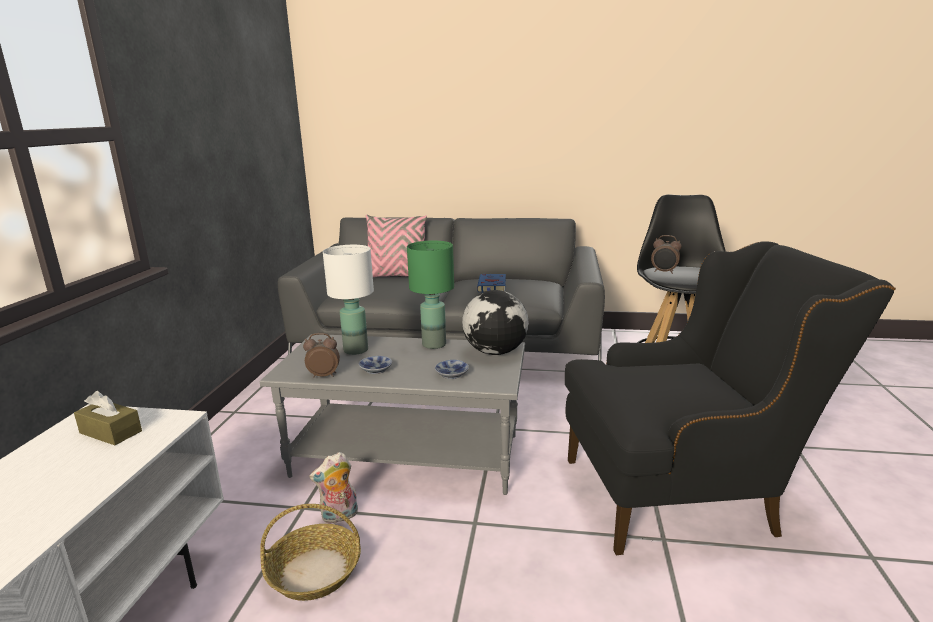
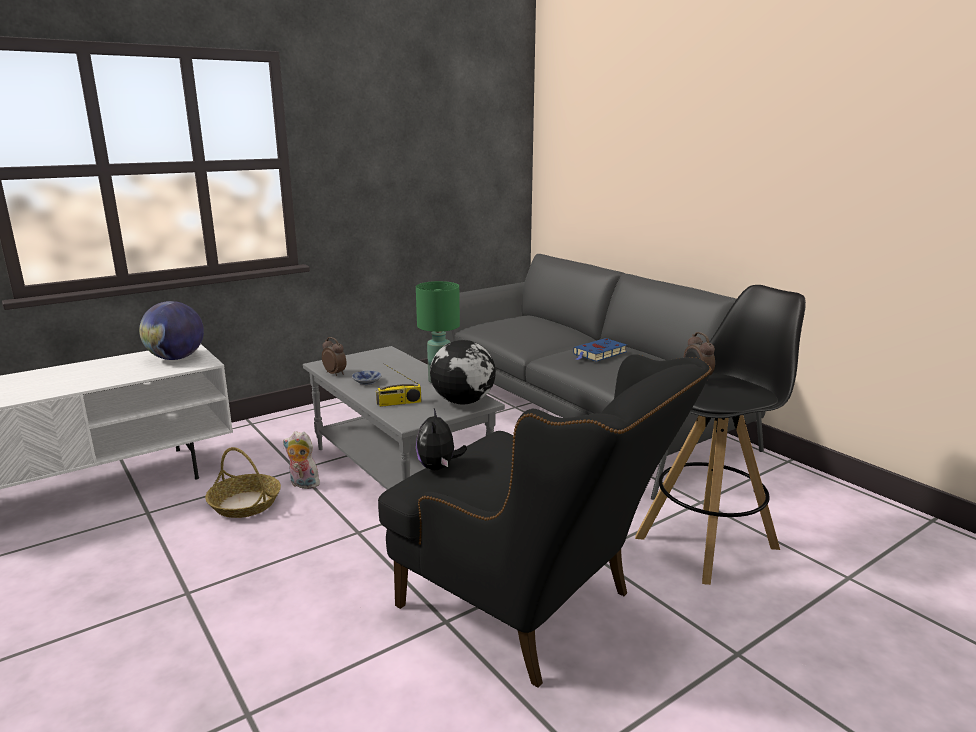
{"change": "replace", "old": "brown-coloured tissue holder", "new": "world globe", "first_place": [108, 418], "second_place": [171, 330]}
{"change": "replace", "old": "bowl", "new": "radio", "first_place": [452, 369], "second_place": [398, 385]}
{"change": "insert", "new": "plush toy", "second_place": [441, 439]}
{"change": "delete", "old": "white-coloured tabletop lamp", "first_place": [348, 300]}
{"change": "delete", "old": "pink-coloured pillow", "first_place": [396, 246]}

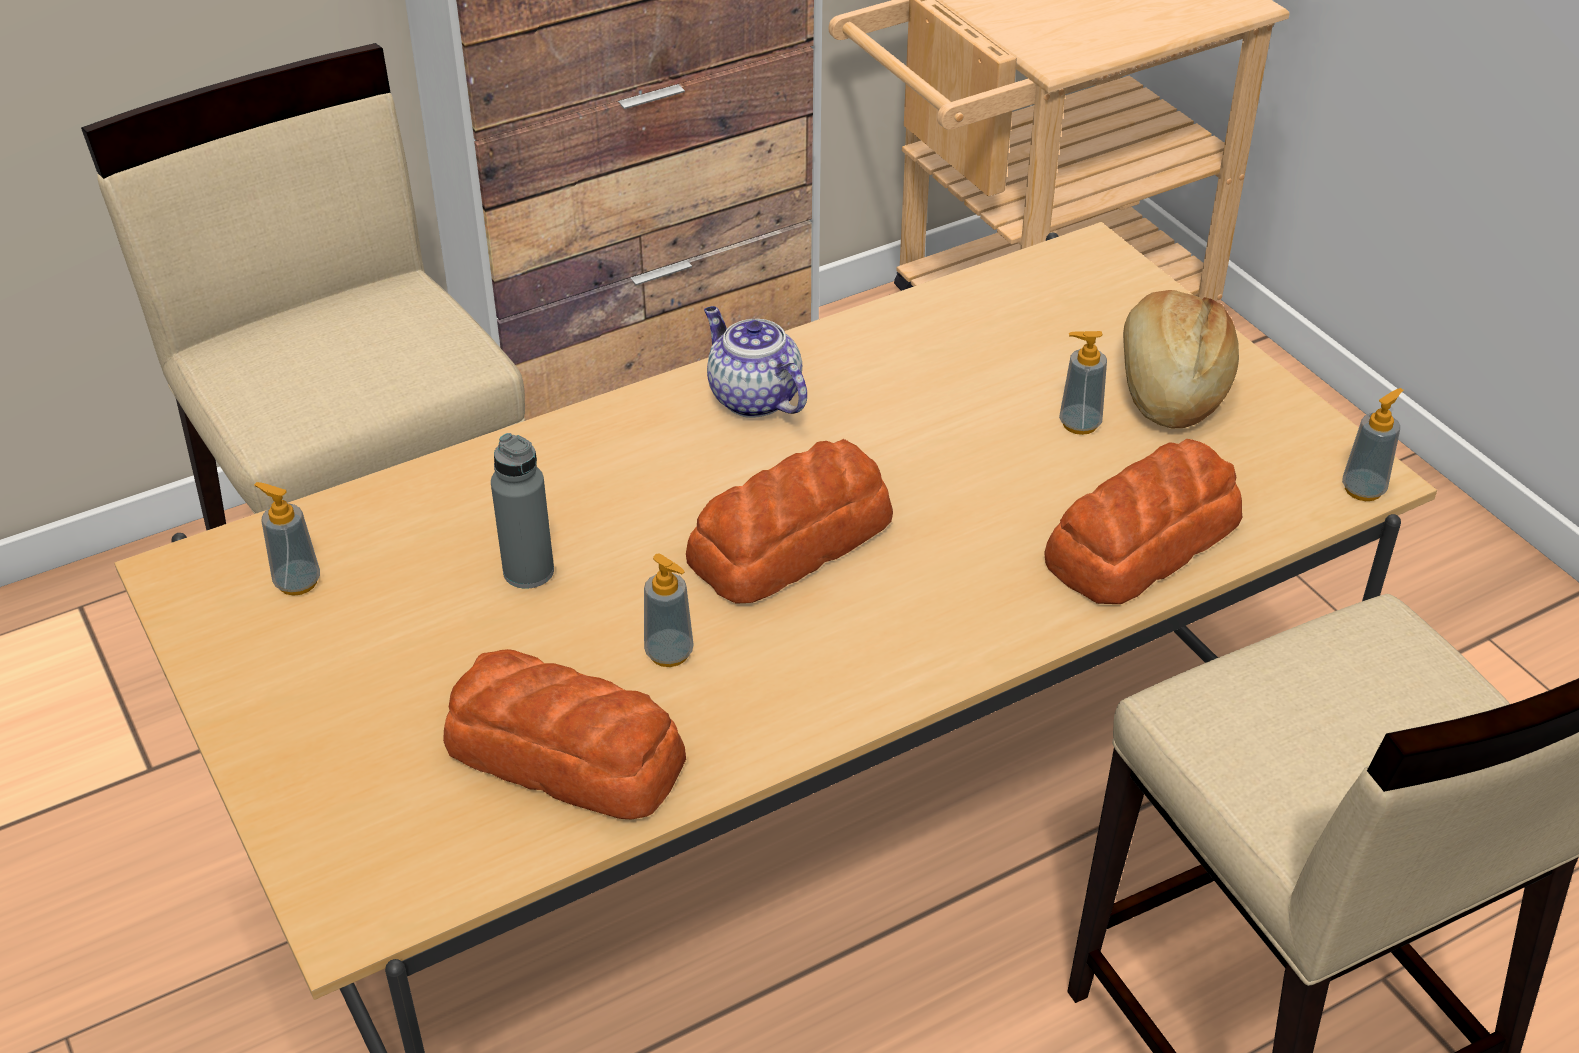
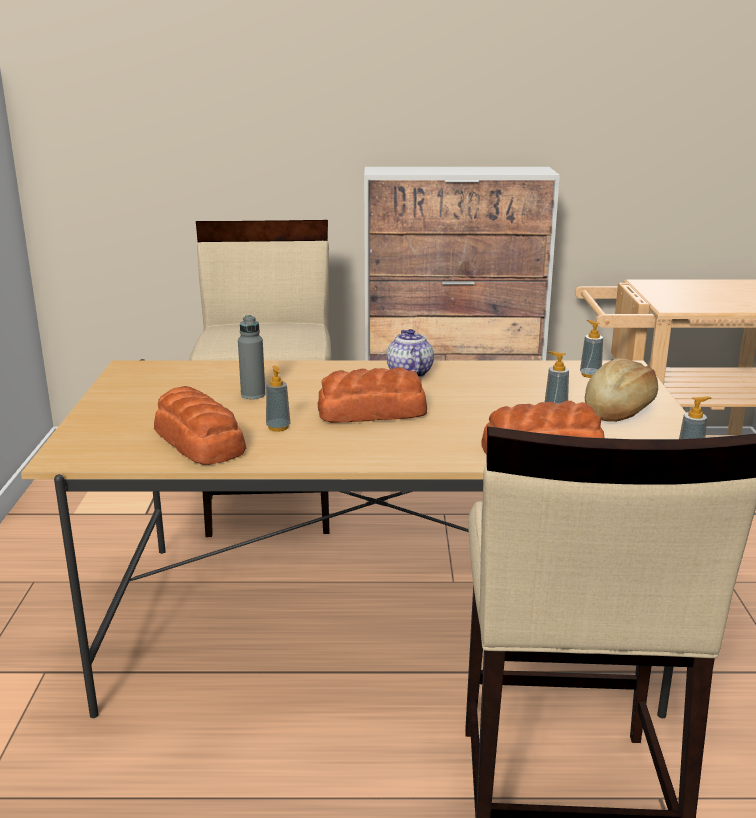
{"change": "move", "old": "soap bottle", "first_place": [287, 539], "second_place": [591, 349]}

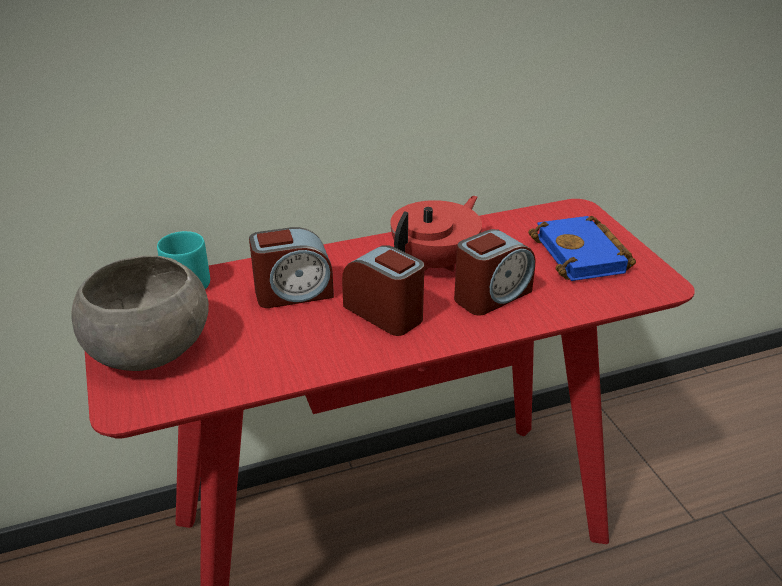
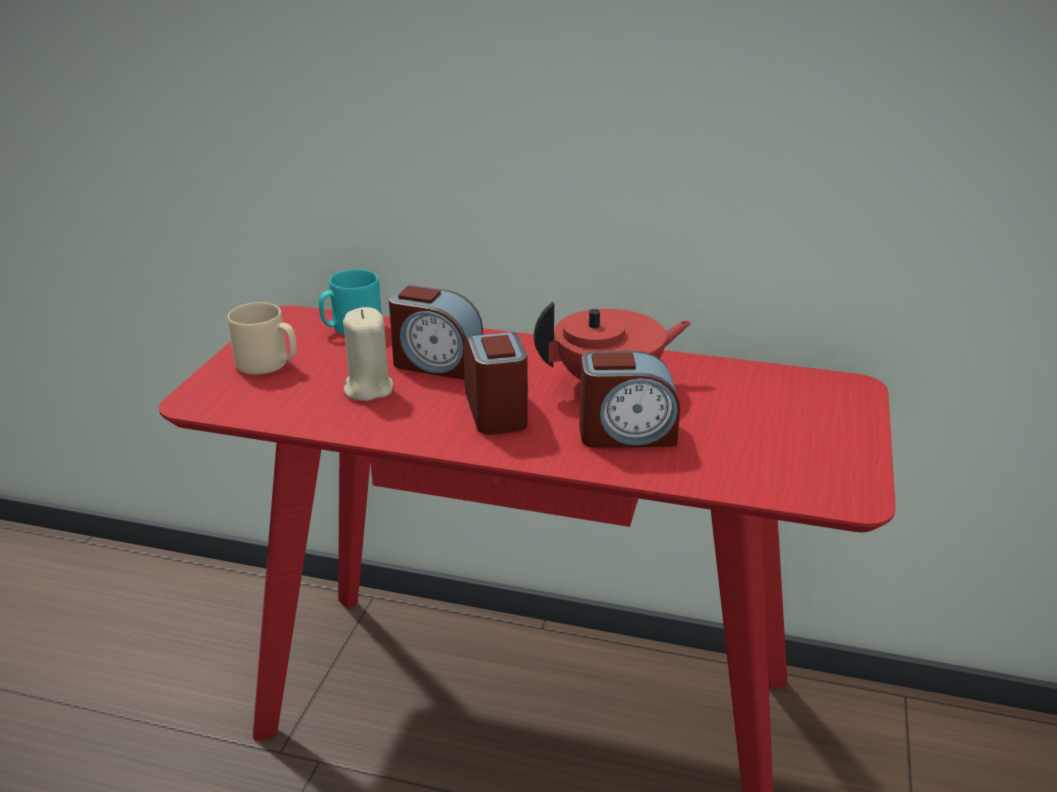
{"change": "replace", "old": "grey bowl", "new": "beige mug", "first_place": [140, 313], "second_place": [262, 338]}
{"change": "insert", "new": "beige wax candle", "second_place": [368, 354]}
{"change": "delete", "old": "bluish book", "first_place": [582, 248]}

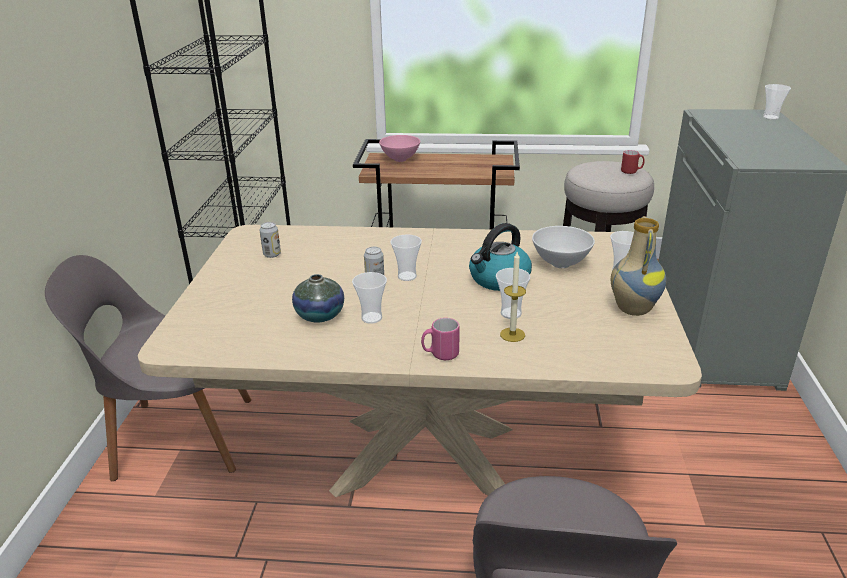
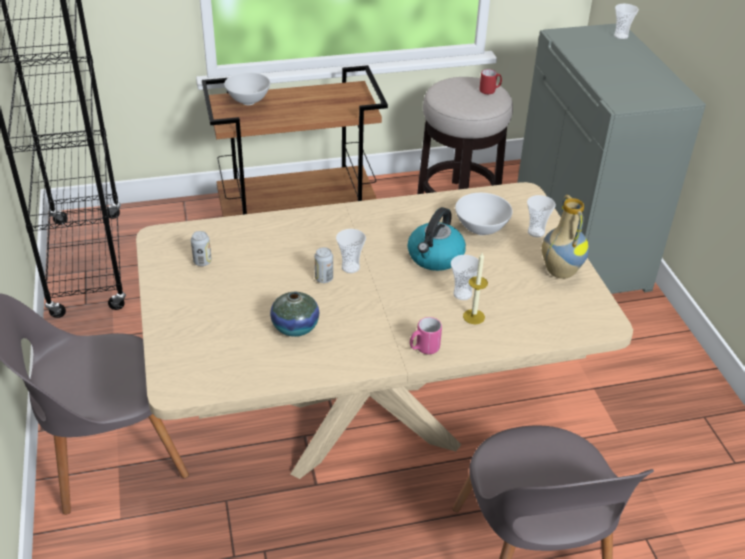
{"change": "recolor", "old": "pink-coloured bowl", "new": "white-coloured bowl", "first_place": [399, 148], "second_place": [247, 88]}
{"change": "delete", "old": "drinking cup", "first_place": [369, 298]}

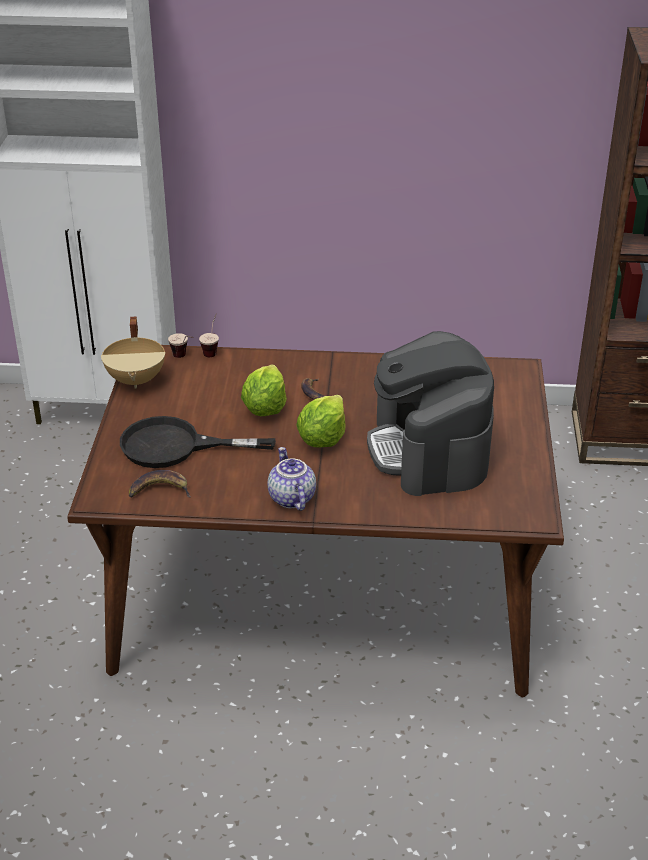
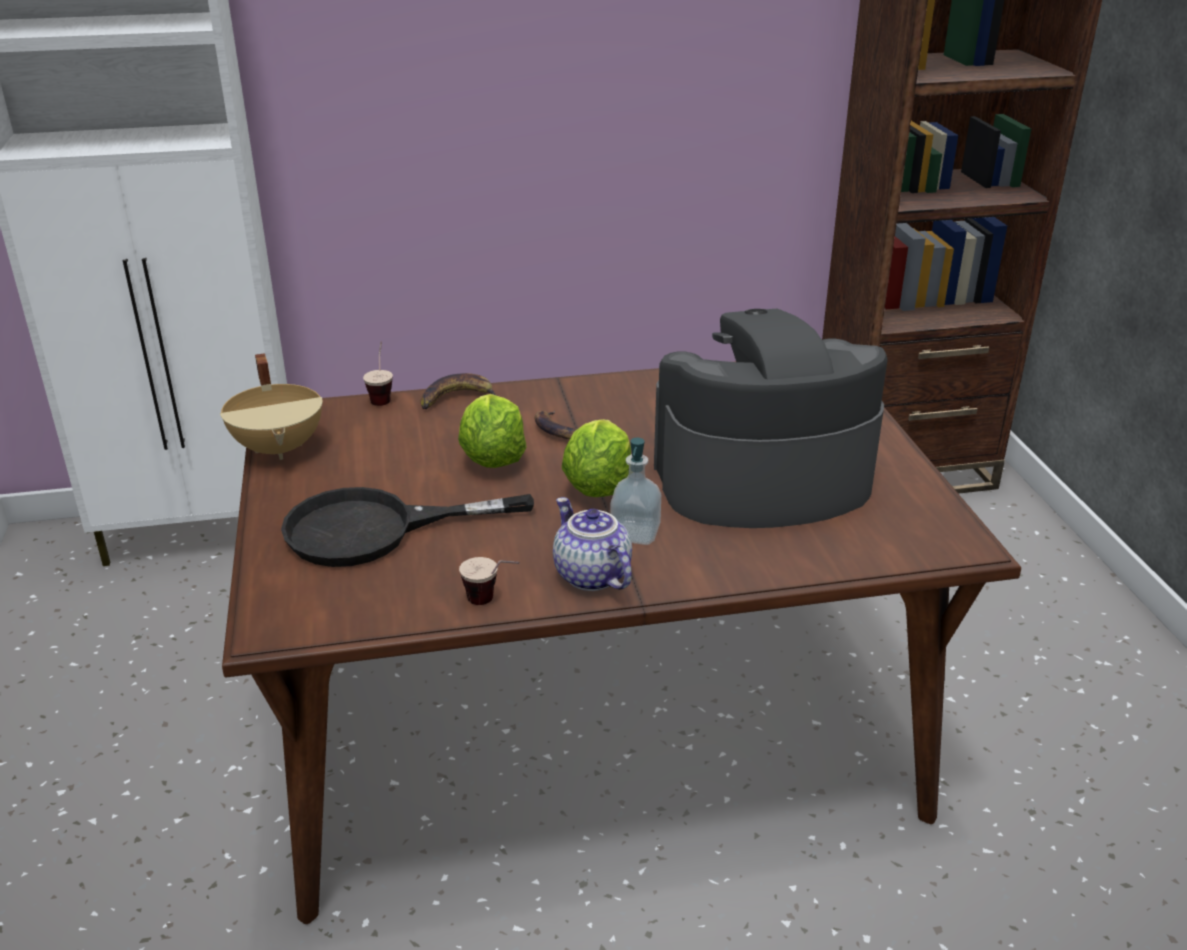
{"change": "move", "old": "banana fruit", "first_place": [160, 483], "second_place": [459, 391]}
{"change": "move", "old": "drinking cup", "first_place": [181, 345], "second_place": [489, 581]}
{"change": "insert", "new": "soap bottle", "second_place": [635, 491]}
{"change": "rotate", "old": "coffee brewer", "first_place": [430, 413], "second_place": [771, 418], "degrees": 105}

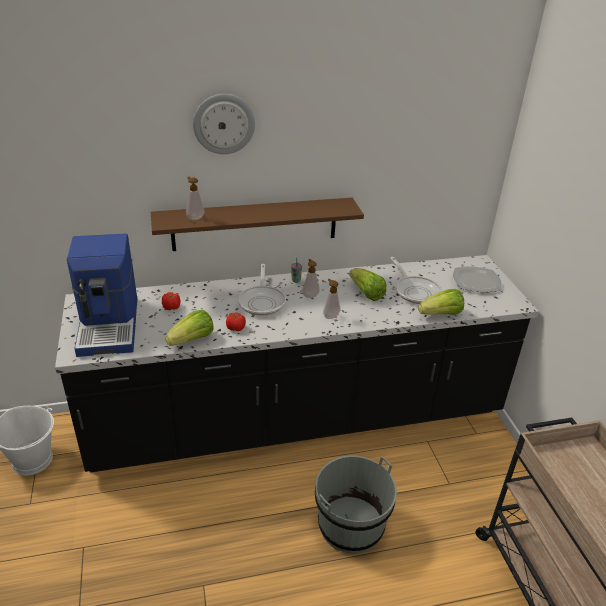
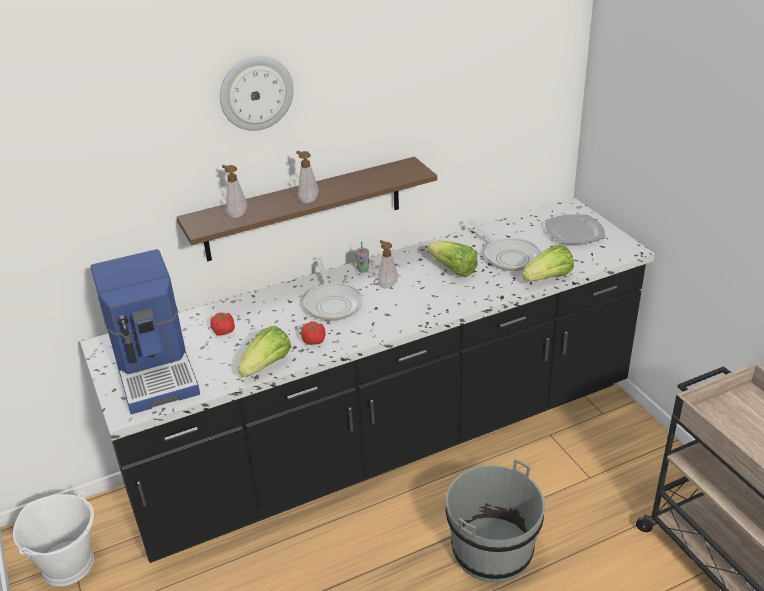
{"change": "move", "old": "soap bottle", "first_place": [331, 299], "second_place": [307, 177]}

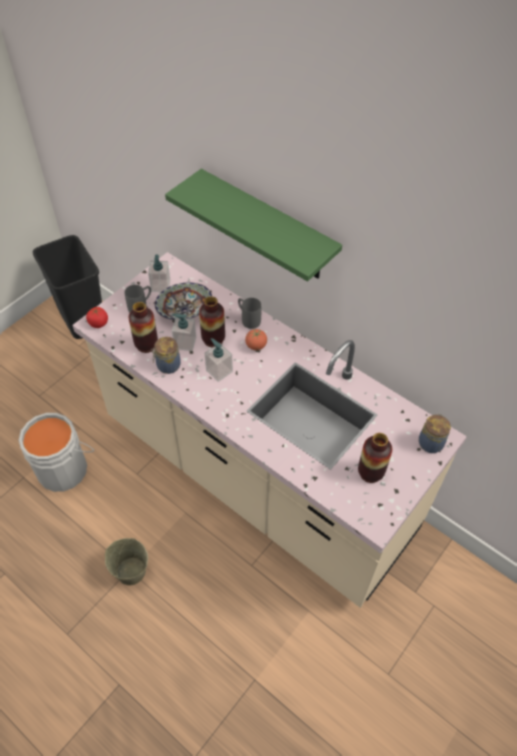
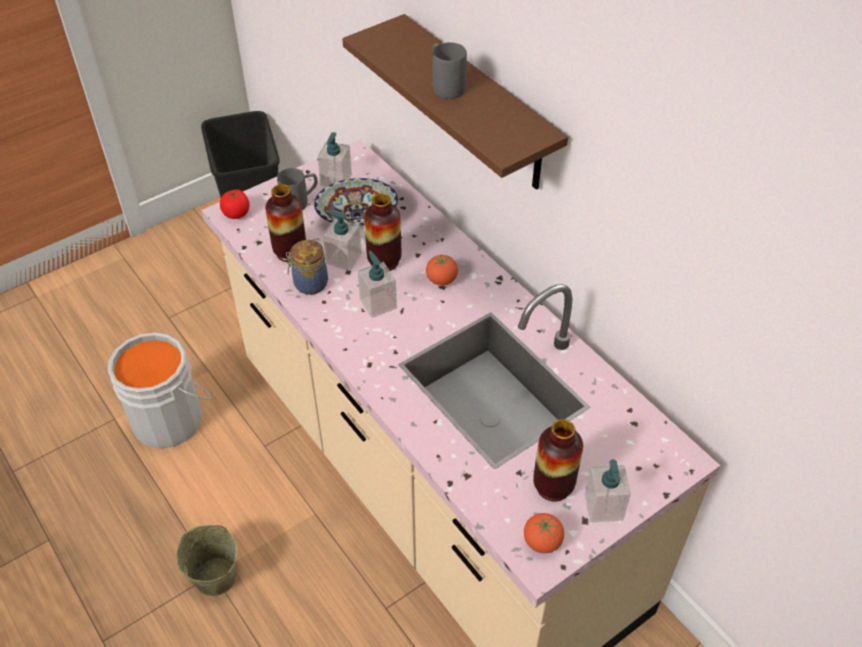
{"change": "recolor", "old": "green-coloured shelf", "new": "brown-coloured shelf", "first_place": [253, 225], "second_place": [455, 102]}
{"change": "move", "old": "grey mug", "first_place": [249, 313], "second_place": [449, 70]}
{"change": "insert", "new": "whole tomato", "second_place": [544, 533]}
{"change": "insert", "new": "soap bottle", "second_place": [608, 490]}
{"change": "delete", "old": "jar", "first_place": [435, 433]}

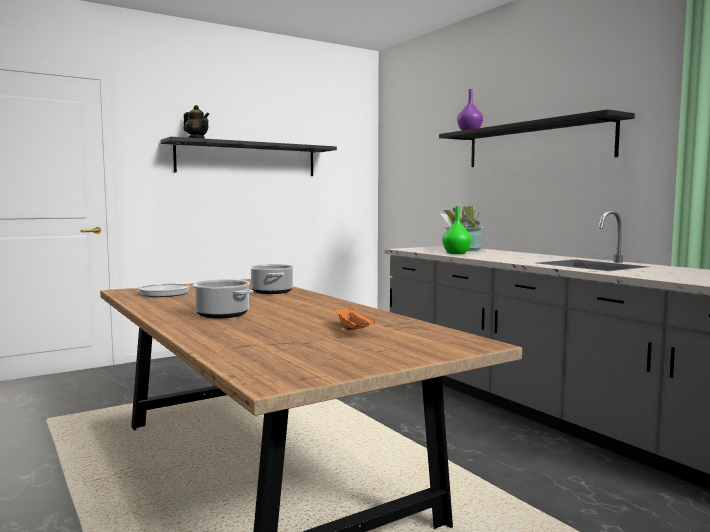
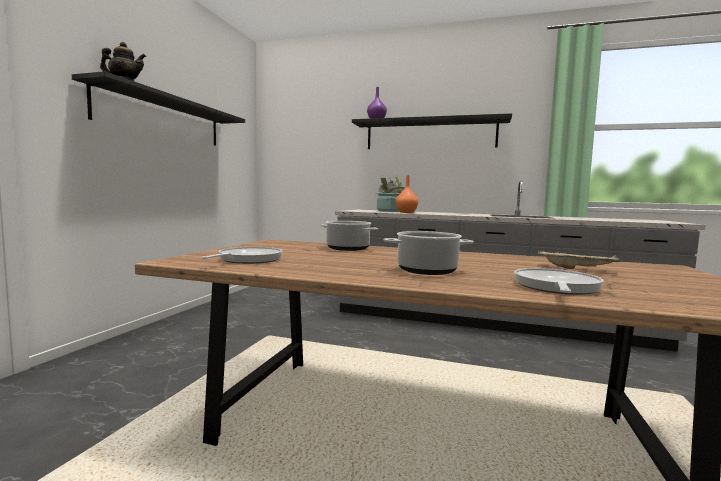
{"change": "recolor", "old": "green-coloured decorative vase", "new": "orange-coloured decorative vase", "first_place": [457, 230], "second_place": [407, 194]}
{"change": "insert", "new": "skillet", "second_place": [559, 281]}
{"change": "recolor", "old": "orange-coloured tray", "new": "beige tray", "first_place": [354, 319], "second_place": [579, 259]}

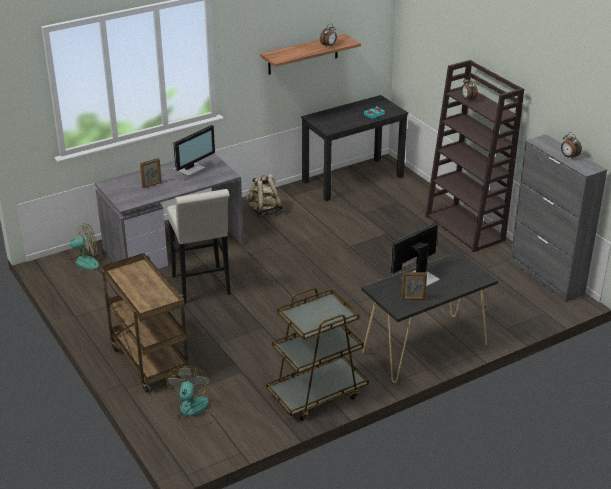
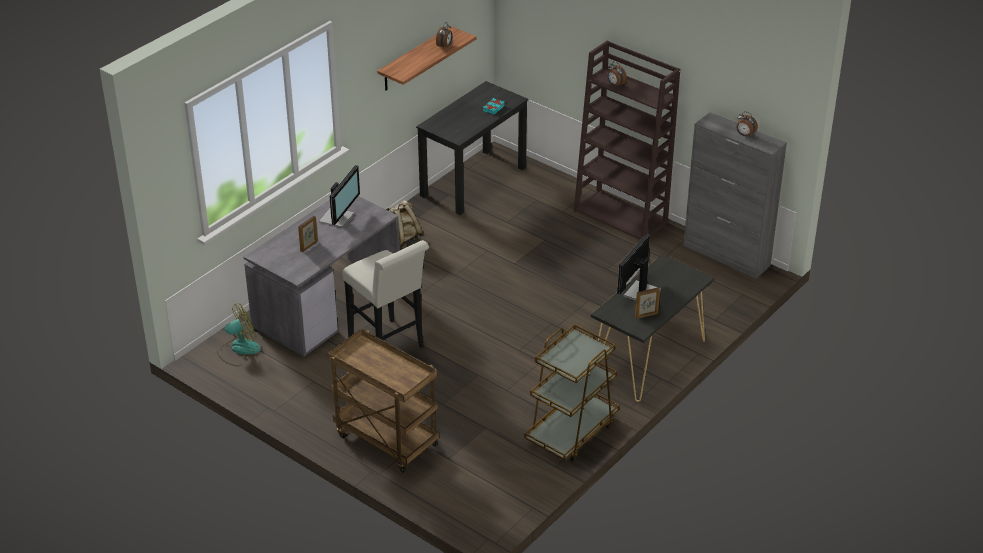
{"change": "delete", "old": "fan", "first_place": [192, 397]}

